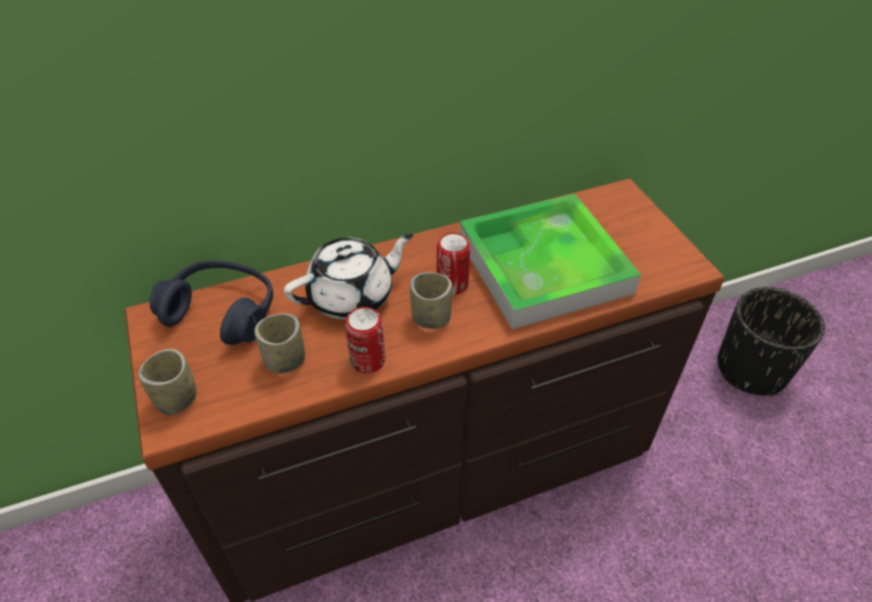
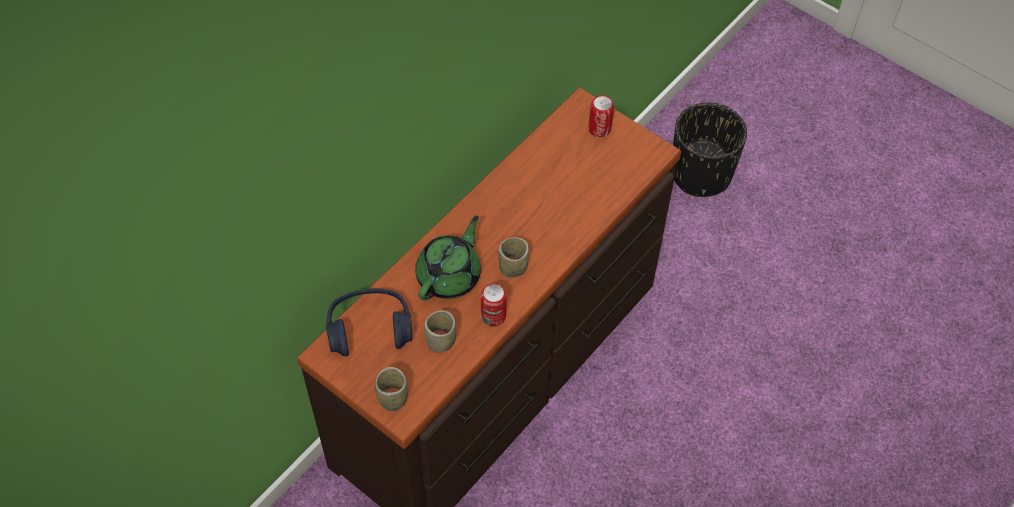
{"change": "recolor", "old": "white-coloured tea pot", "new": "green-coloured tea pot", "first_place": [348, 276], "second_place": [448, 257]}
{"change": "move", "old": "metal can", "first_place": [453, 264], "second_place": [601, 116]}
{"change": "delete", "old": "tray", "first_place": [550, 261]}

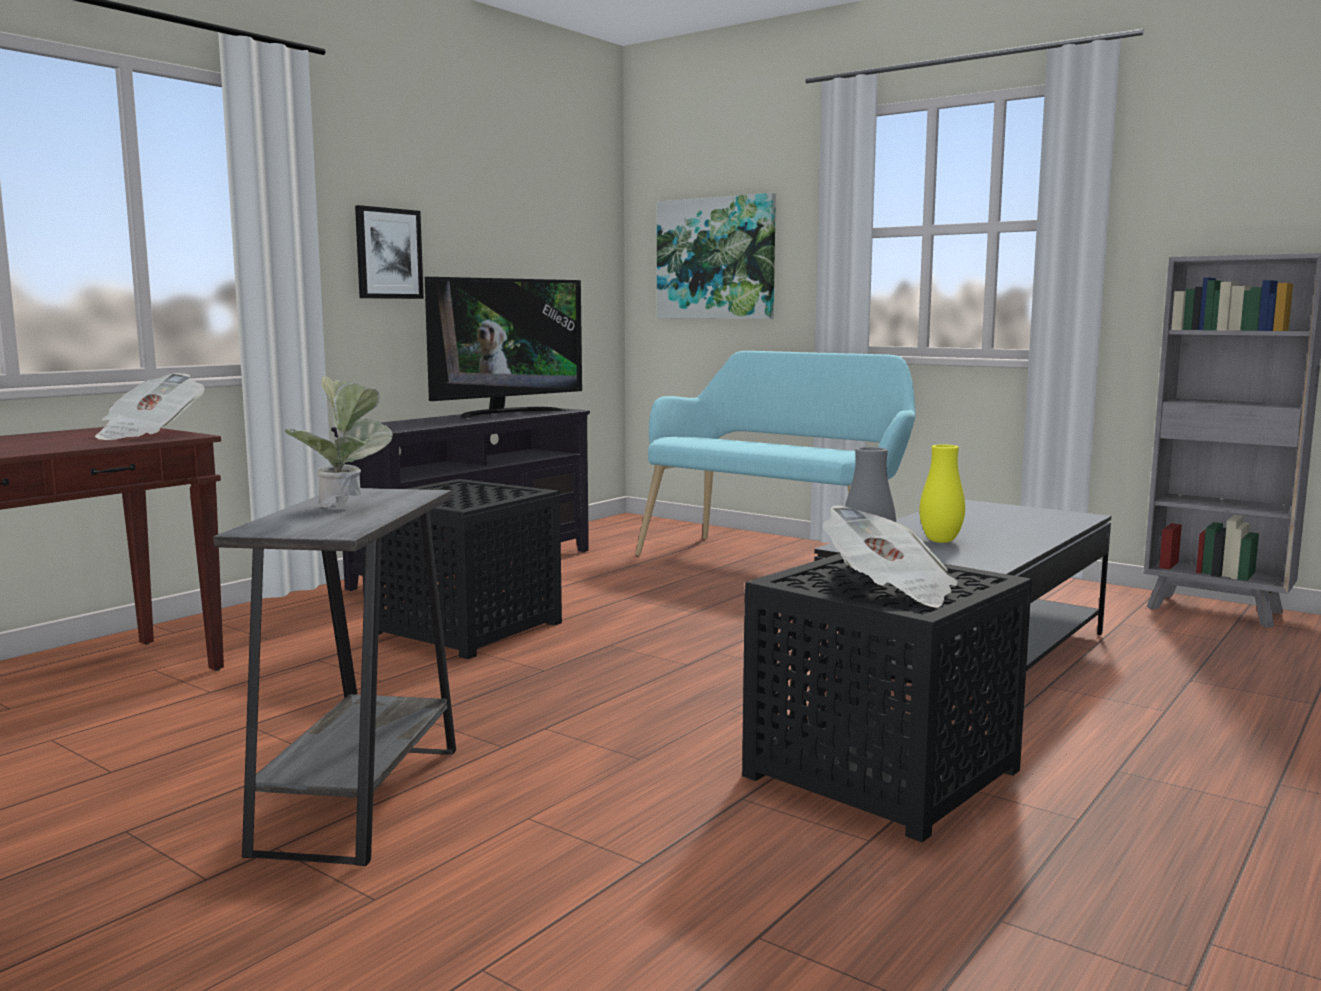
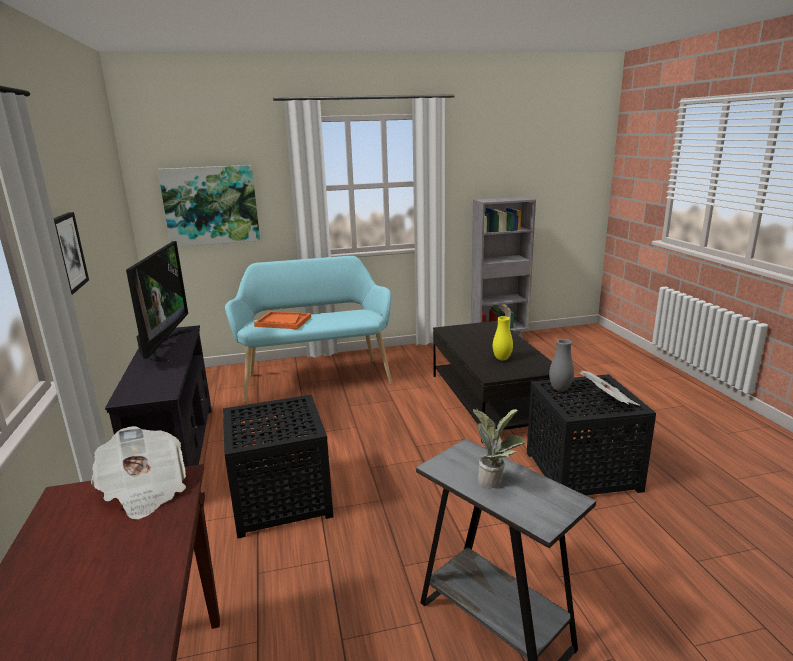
{"change": "insert", "new": "orange-coloured tray", "second_place": [282, 320]}

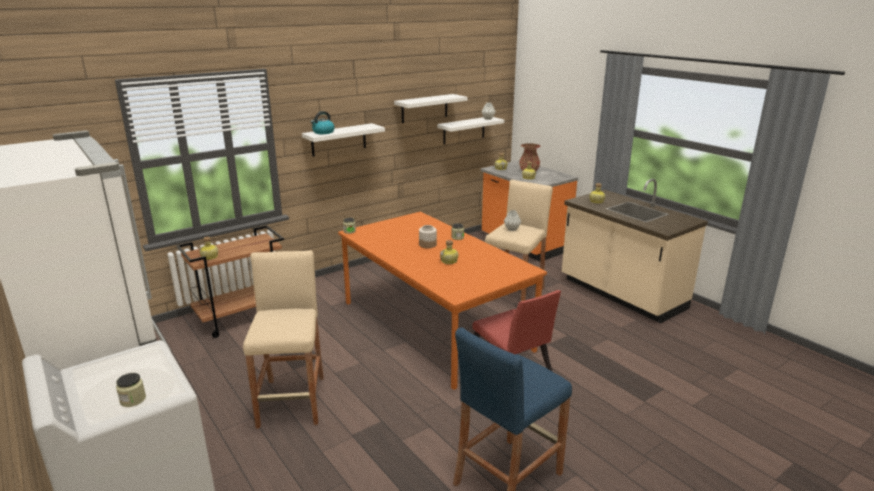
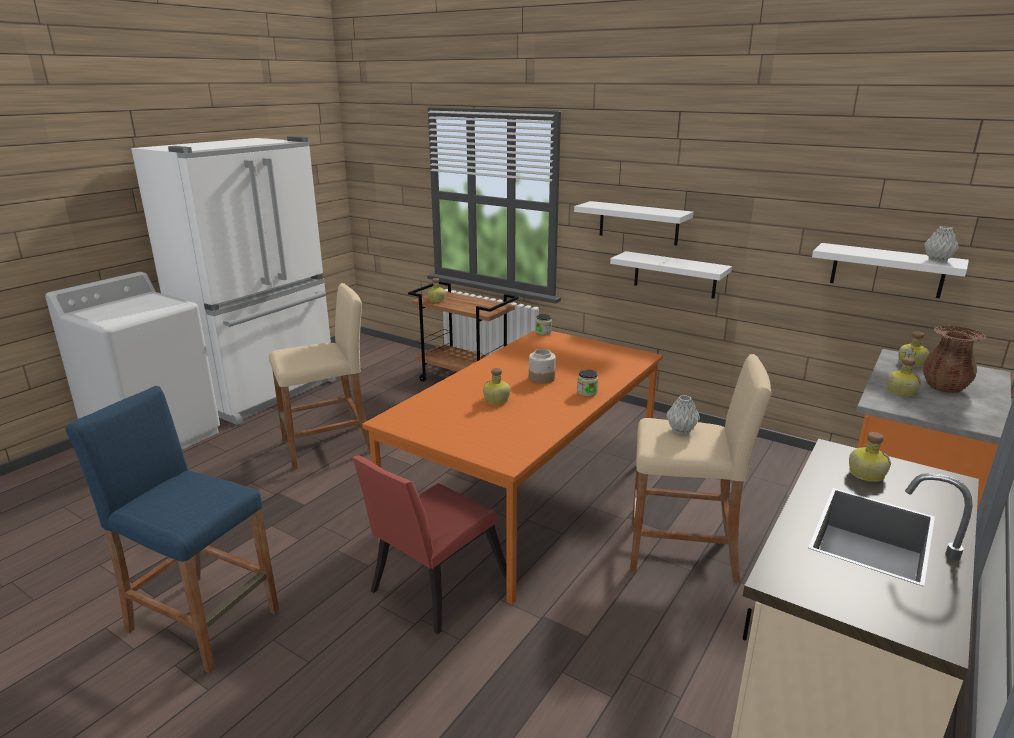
{"change": "move", "old": "white-coloured shelf", "first_place": [431, 108], "second_place": [671, 274]}
{"change": "delete", "old": "jar", "first_place": [131, 390]}
{"change": "delete", "old": "tea kettle", "first_place": [323, 122]}

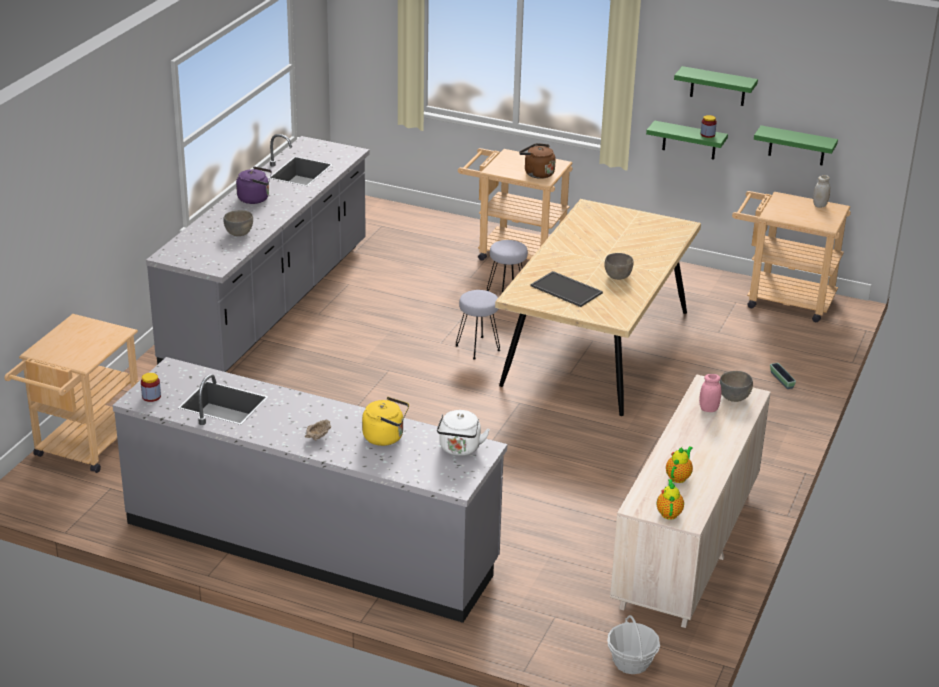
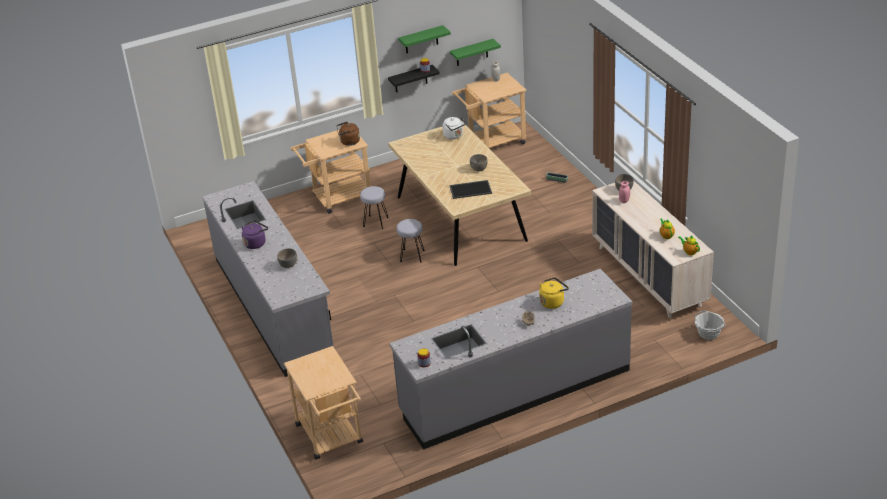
{"change": "recolor", "old": "green-coloured shelf", "new": "blackish shelf", "first_place": [687, 140], "second_place": [414, 78]}
{"change": "move", "old": "white-coloured tea kettle", "first_place": [463, 433], "second_place": [454, 128]}

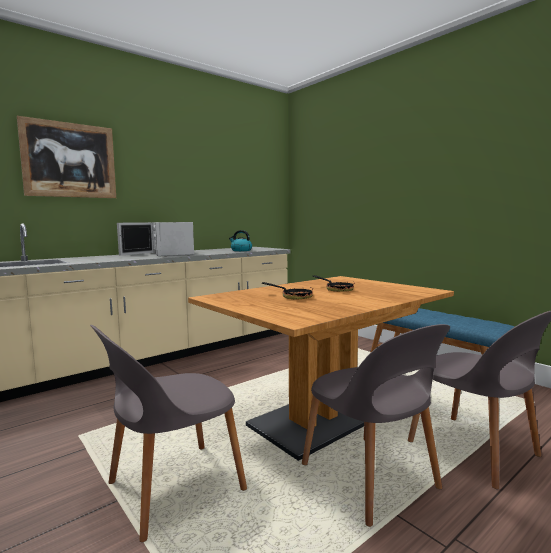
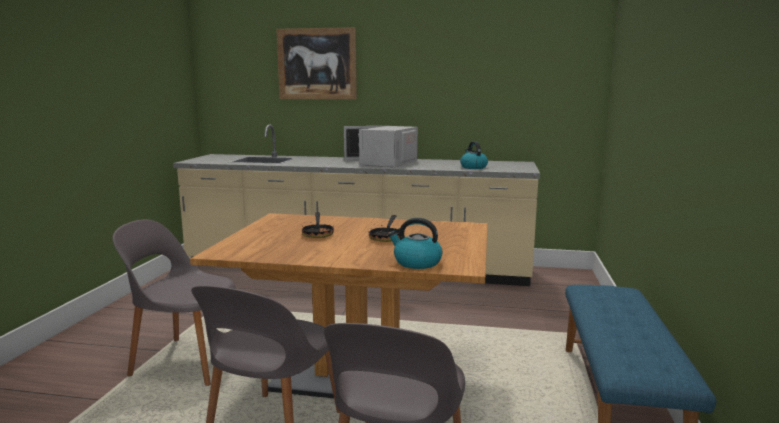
{"change": "insert", "new": "tea kettle", "second_place": [415, 243]}

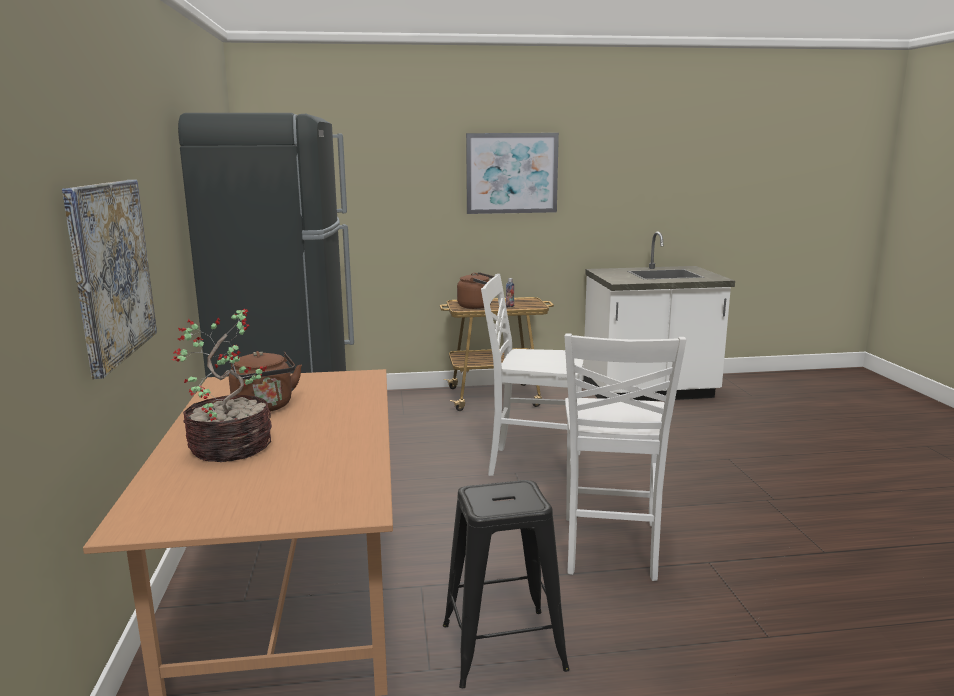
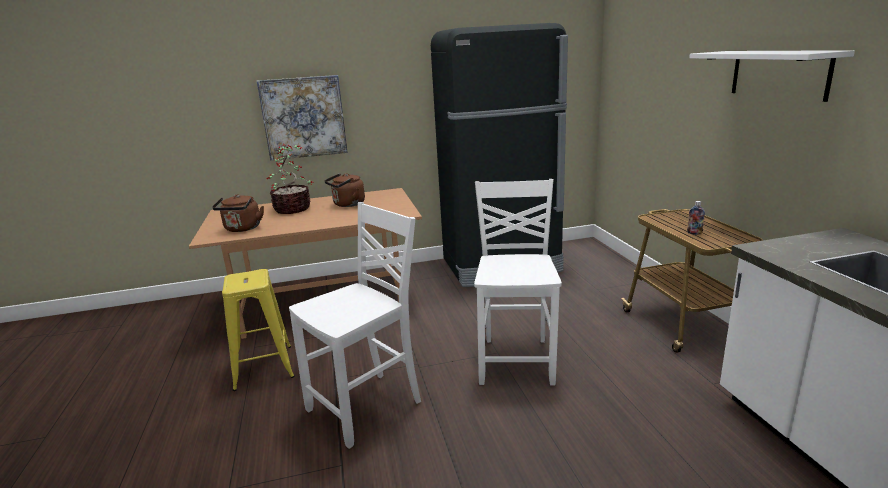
{"change": "move", "old": "brown-coloured tea kettle", "first_place": [475, 290], "second_place": [238, 213]}
{"change": "recolor", "old": "blackish sitting stool", "new": "yellow sitting stool", "first_place": [506, 584], "second_place": [258, 330]}
{"change": "rotate", "old": "white-coloured upright chair", "first_place": [625, 457], "second_place": [355, 325], "degrees": 135}
{"change": "replace", "old": "picture", "new": "white-coloured shelf", "first_place": [512, 173], "second_place": [772, 76]}

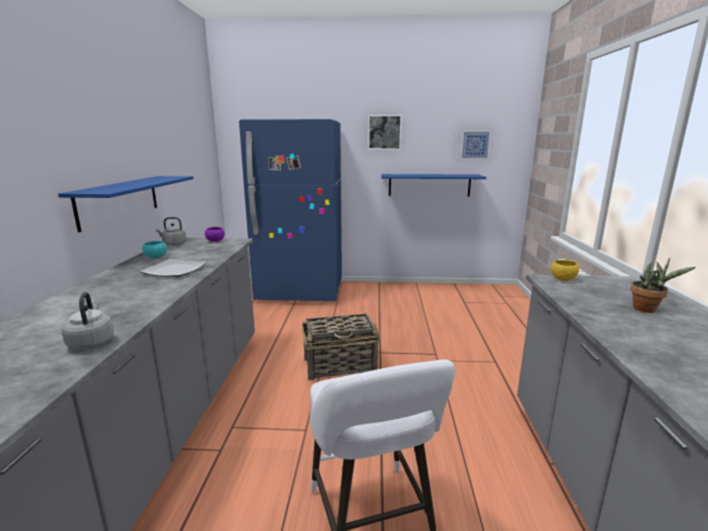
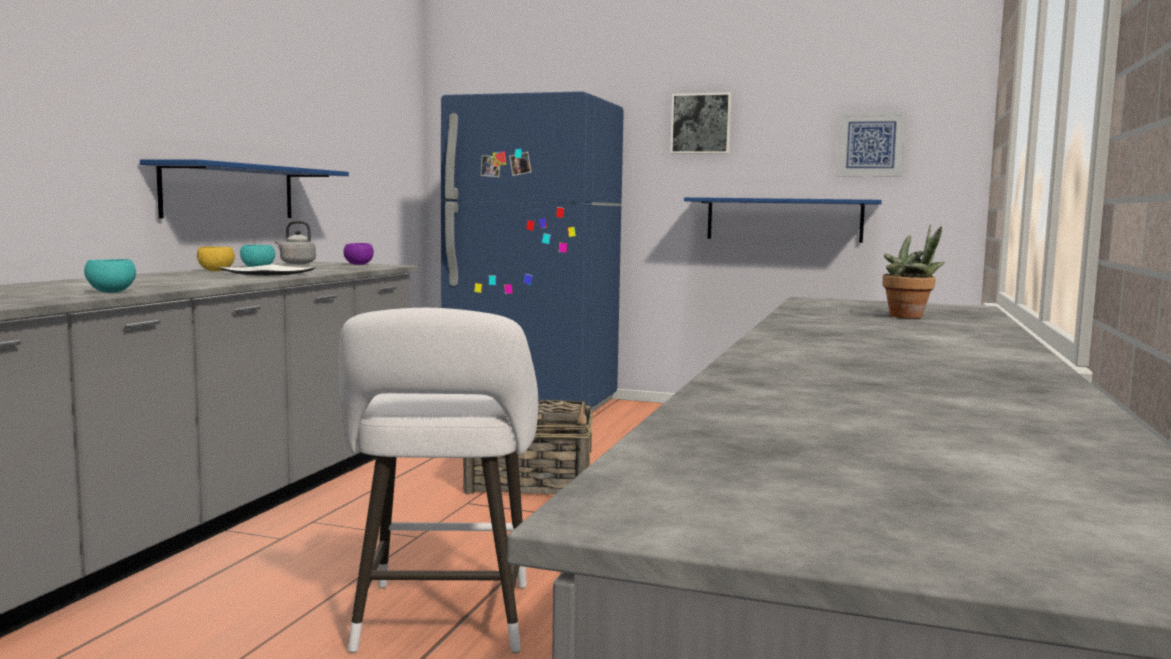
{"change": "replace", "old": "grey tea kettle", "new": "turquoise bowl", "first_place": [88, 321], "second_place": [110, 276]}
{"change": "move", "old": "yellow bowl", "first_place": [565, 270], "second_place": [216, 258]}

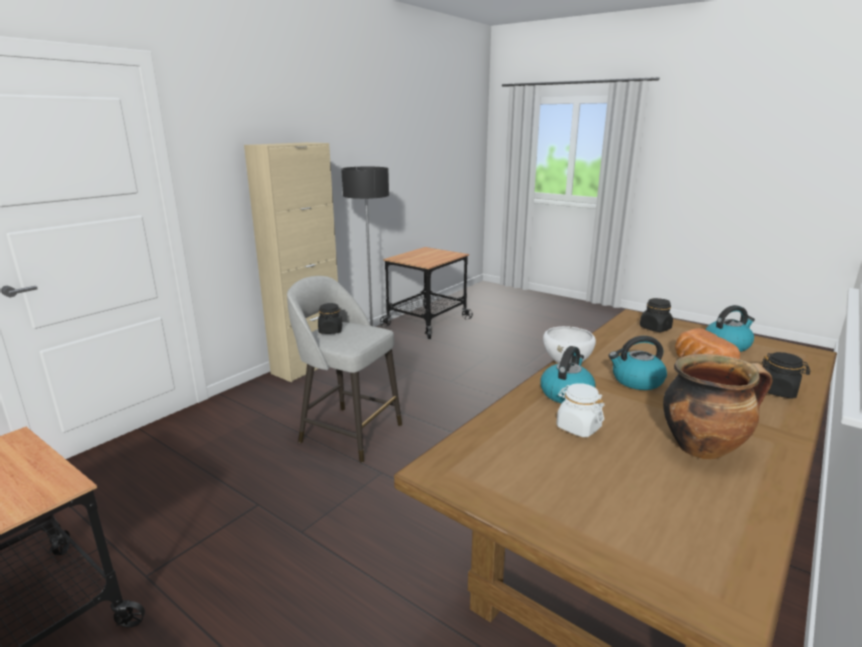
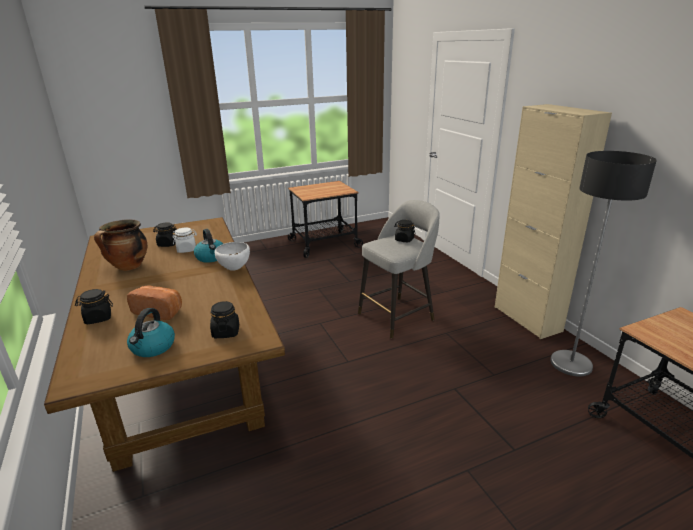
{"change": "insert", "new": "blackish jar", "second_place": [165, 234]}
{"change": "delete", "old": "tea kettle", "first_place": [638, 363]}

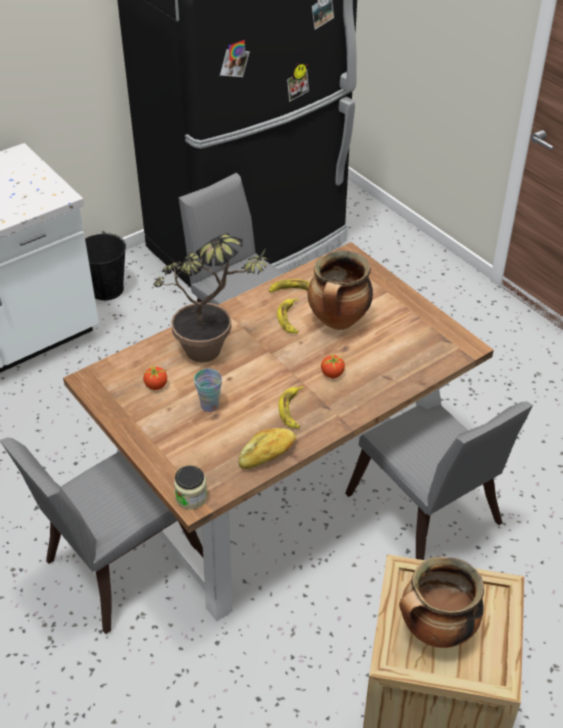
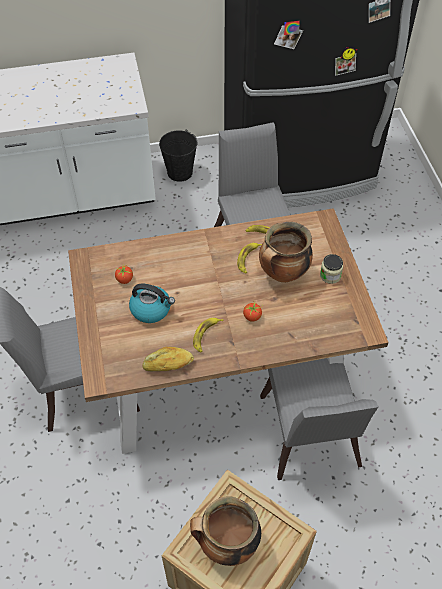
{"change": "replace", "old": "drinking cup", "new": "tea kettle", "first_place": [208, 390], "second_place": [152, 303]}
{"change": "move", "old": "jar", "first_place": [190, 487], "second_place": [331, 269]}
{"change": "delete", "old": "potted plant", "first_place": [213, 297]}

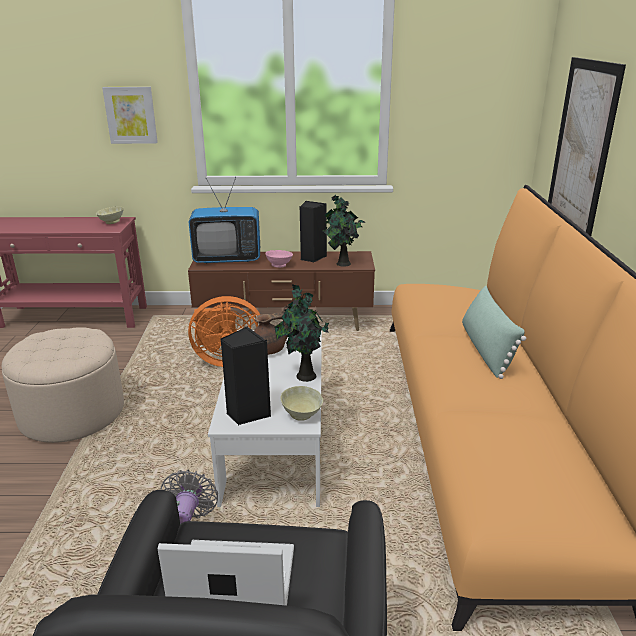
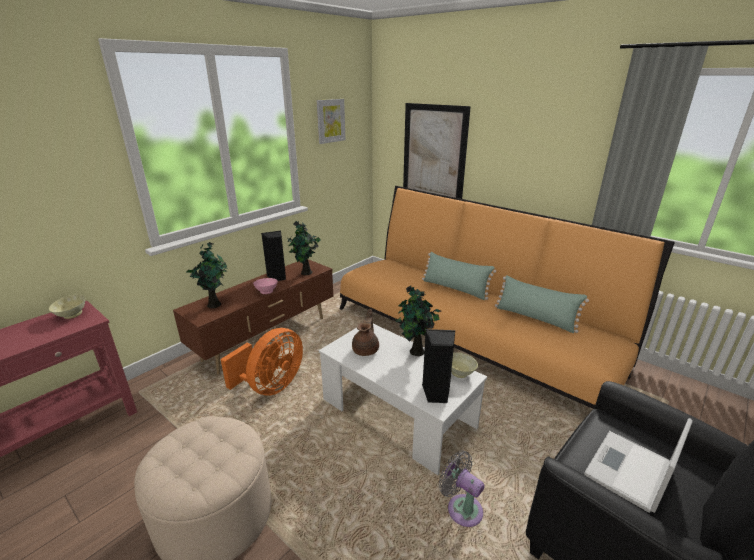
{"change": "replace", "old": "television", "new": "potted plant", "first_place": [224, 220], "second_place": [207, 275]}
{"change": "move", "old": "picture", "first_place": [130, 115], "second_place": [331, 121]}
{"change": "insert", "new": "green-coloured pillow", "second_place": [542, 304]}

